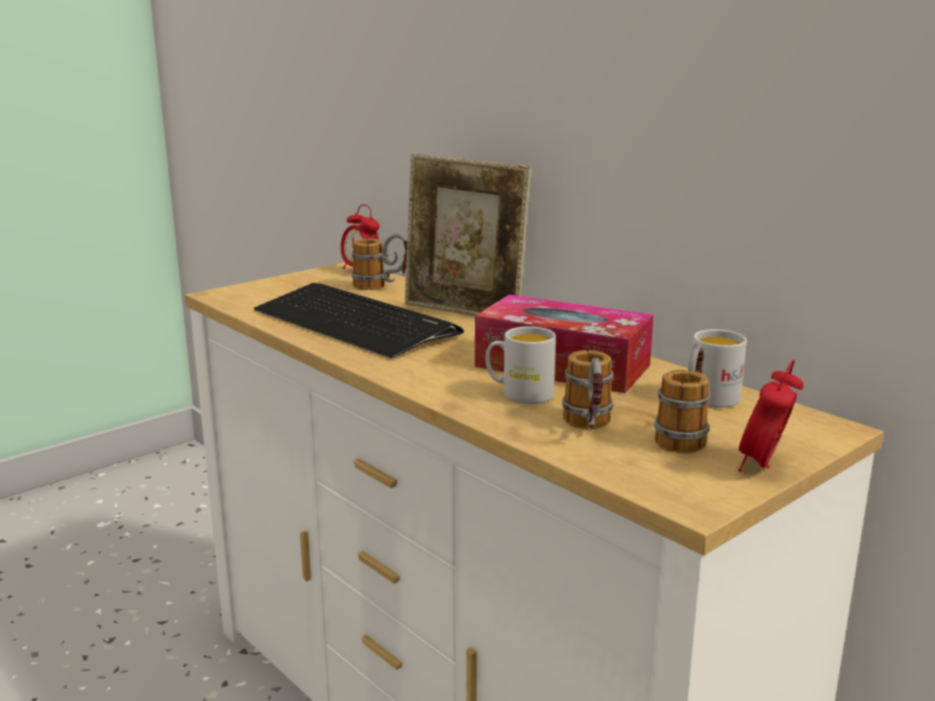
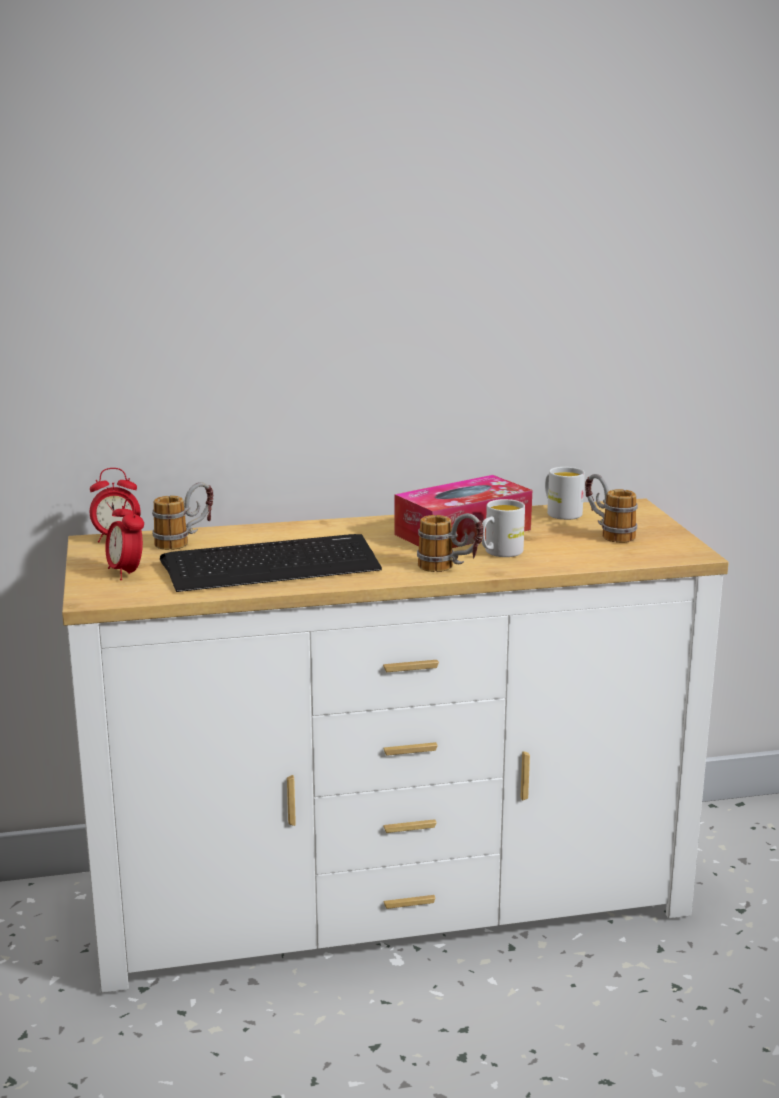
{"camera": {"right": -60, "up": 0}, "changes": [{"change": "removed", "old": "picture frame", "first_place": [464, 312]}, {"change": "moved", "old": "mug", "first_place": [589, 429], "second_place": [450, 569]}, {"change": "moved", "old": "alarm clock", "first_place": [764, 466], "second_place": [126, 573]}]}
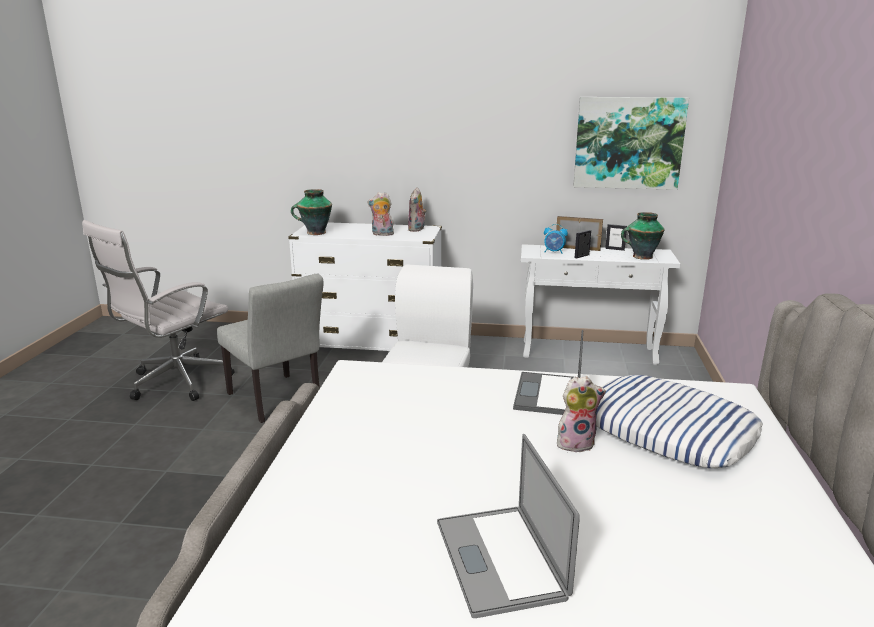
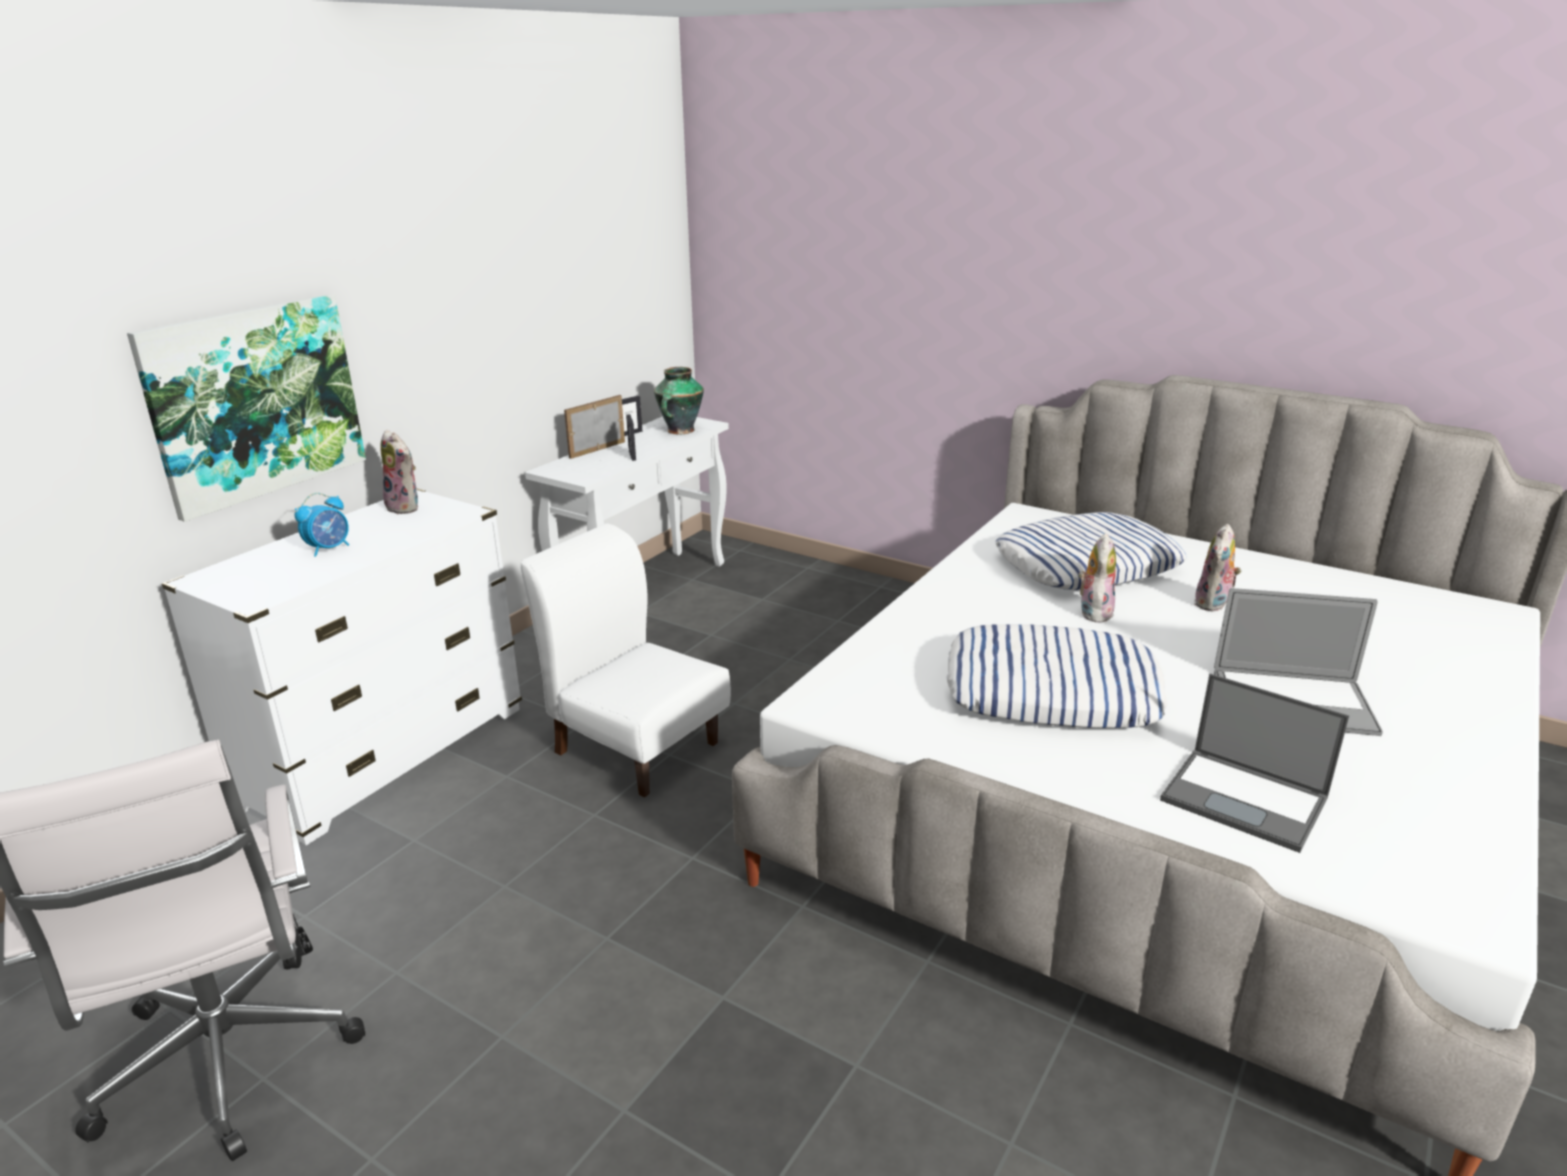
{"camera": {"right": -65, "up": 5}, "changes": [{"change": "removed", "old": "grey chair", "first_place": [277, 401]}, {"change": "removed", "old": "vase", "first_place": [315, 233]}, {"change": "moved", "old": "plush toy", "first_place": [382, 234], "second_place": [1213, 604]}, {"change": "moved", "old": "laptop", "first_place": [548, 395], "second_place": [1246, 799]}, {"change": "moved", "old": "alarm clock", "first_place": [554, 252], "second_place": [329, 549]}, {"change": "moved", "old": "picture", "first_place": [628, 143], "second_place": [255, 402]}, {"change": "added", "new": "pillow", "second_place": [1052, 691]}]}
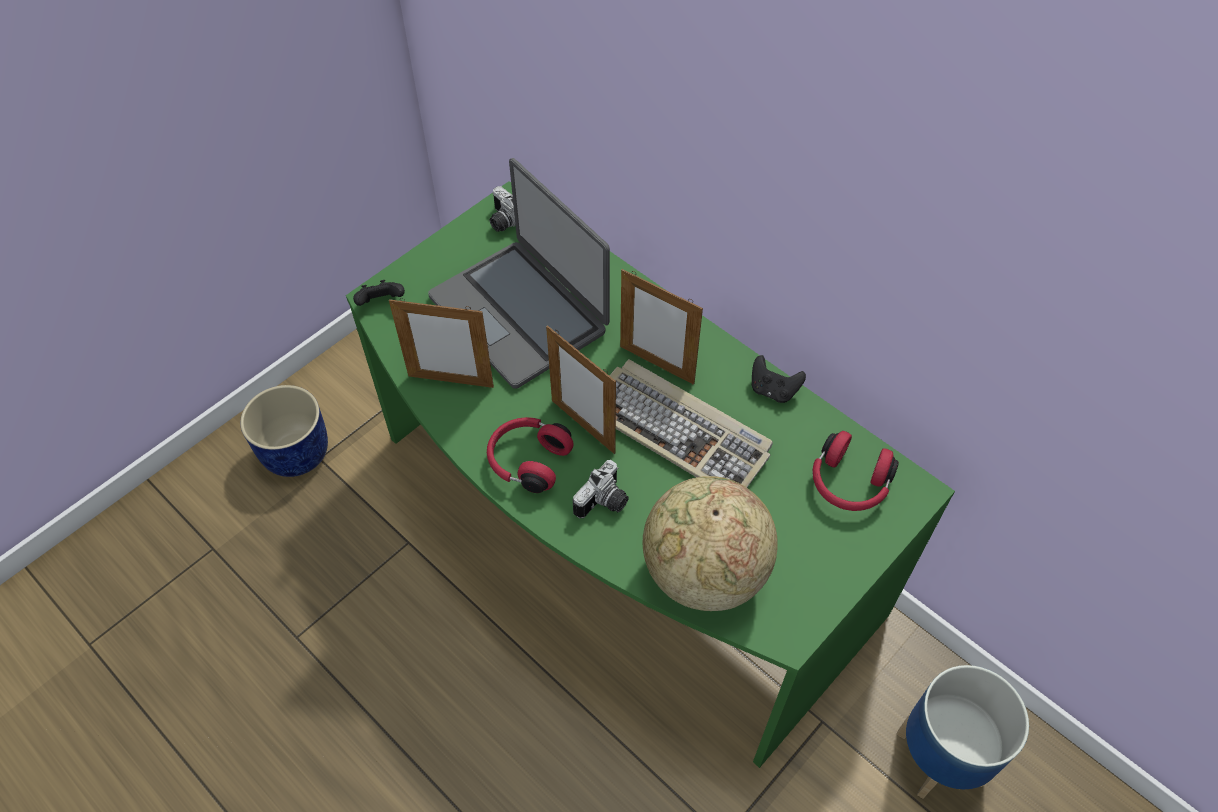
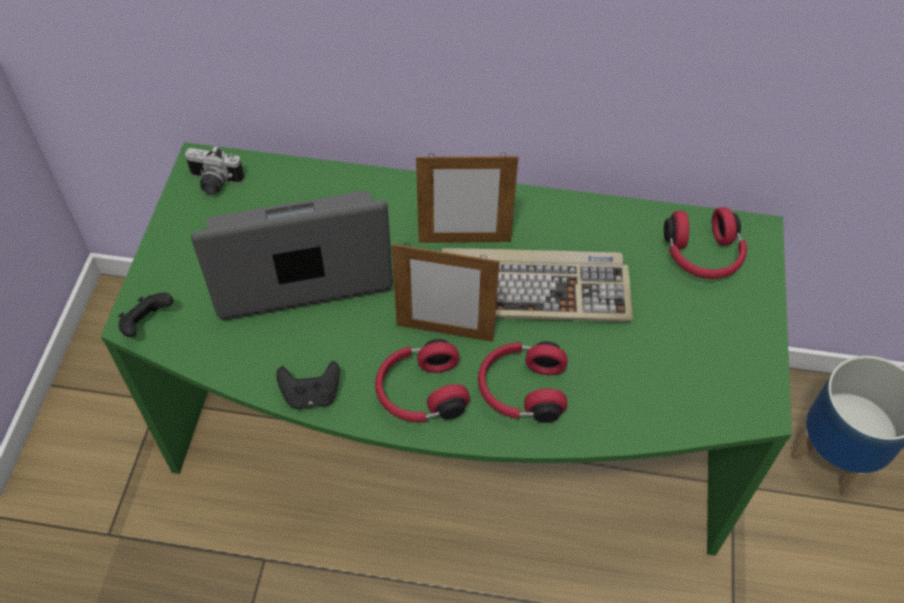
{"camera": {"right": -35, "up": 0}, "changes": [{"change": "removed", "old": "blue planter", "first_place": [297, 452]}, {"change": "removed", "old": "picture frame", "first_place": [451, 381]}, {"change": "turned", "old": "laptop", "first_place": [520, 313], "second_place": [299, 261], "degrees": 150}, {"change": "replaced", "old": "photo camera", "new": "red headphones", "first_place": [604, 503], "second_place": [521, 390]}, {"change": "removed", "old": "globe", "first_place": [703, 572]}, {"change": "moved", "old": "black game controller", "first_place": [773, 390], "second_place": [311, 395]}]}
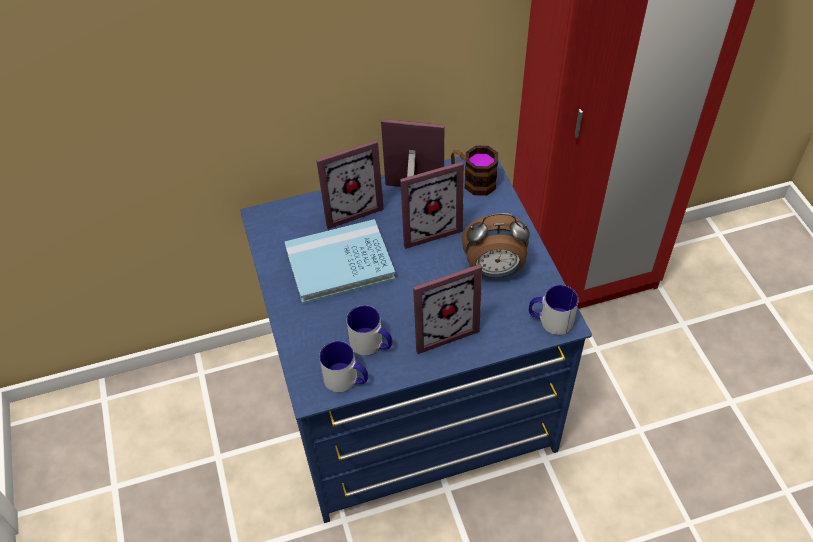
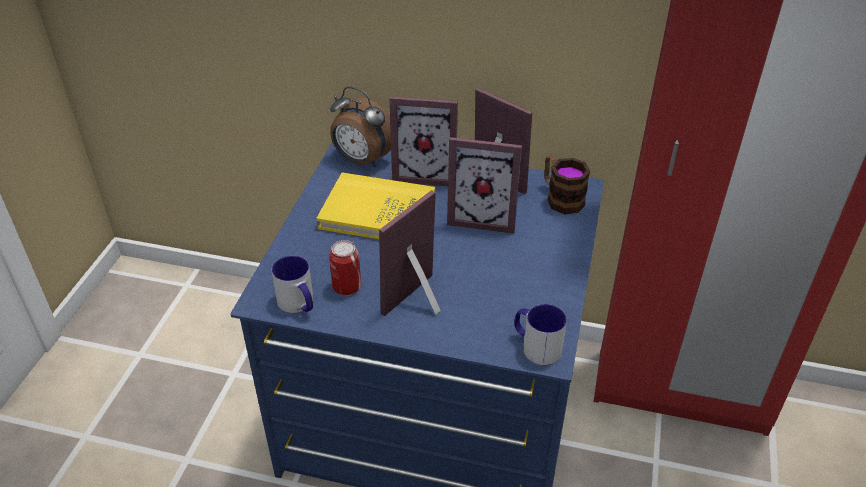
{"camera": {"right": 30, "up": -10}, "changes": [{"change": "recoloured", "old": "blue book", "new": "yellow book", "first_place": [339, 264], "second_place": [377, 212]}, {"change": "replaced", "old": "mug", "new": "can", "first_place": [371, 344], "second_place": [347, 287]}, {"change": "turned", "old": "picture frame", "first_place": [441, 328], "second_place": [421, 303], "degrees": 120}, {"change": "moved", "old": "alarm clock", "first_place": [494, 270], "second_place": [362, 161]}]}
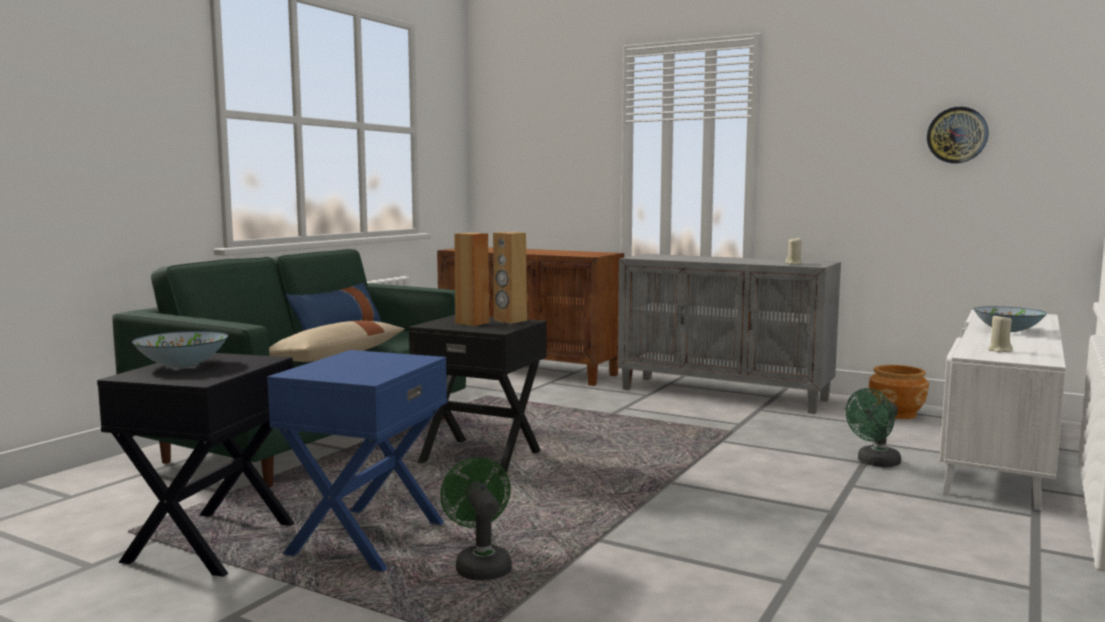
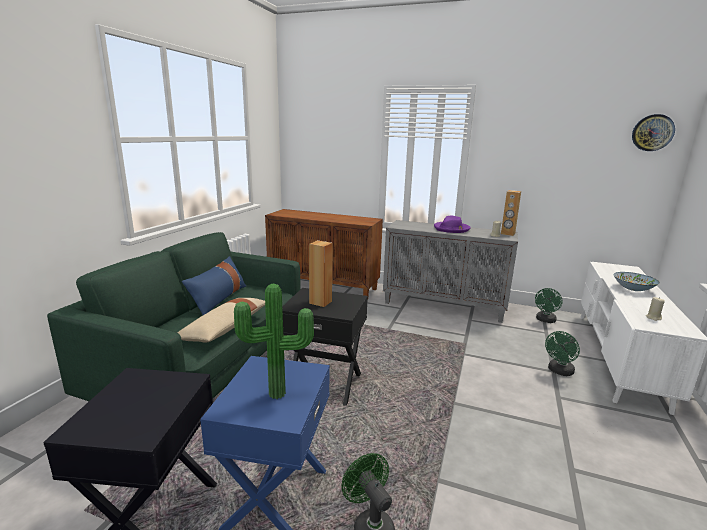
{"camera": {"right": -10, "up": 10}, "changes": [{"change": "removed", "old": "bowl", "first_place": [183, 365]}, {"change": "moved", "old": "brown speaker", "first_place": [510, 321], "second_place": [507, 234]}, {"change": "replaced", "old": "brown planter", "new": "green fan", "first_place": [897, 414], "second_place": [545, 320]}, {"change": "moved", "old": "wall clock", "first_place": [957, 135], "second_place": [652, 132]}, {"change": "added", "new": "potted plant", "second_place": [277, 396]}, {"change": "added", "new": "purple hat", "second_place": [451, 229]}]}
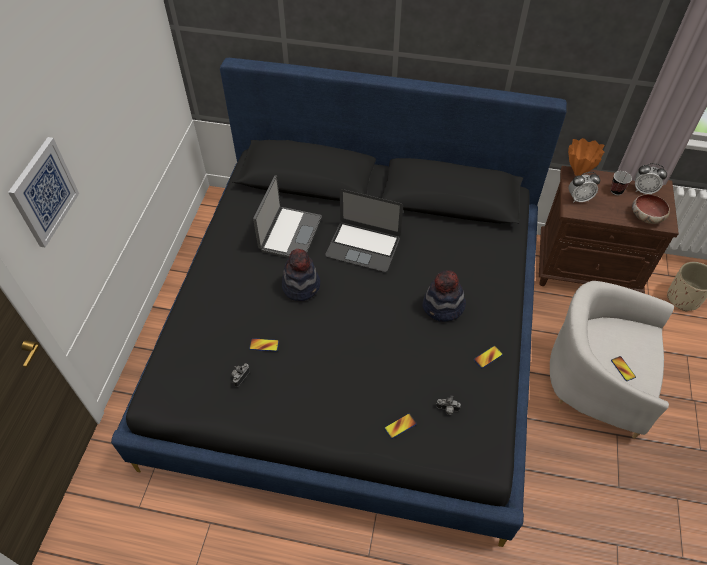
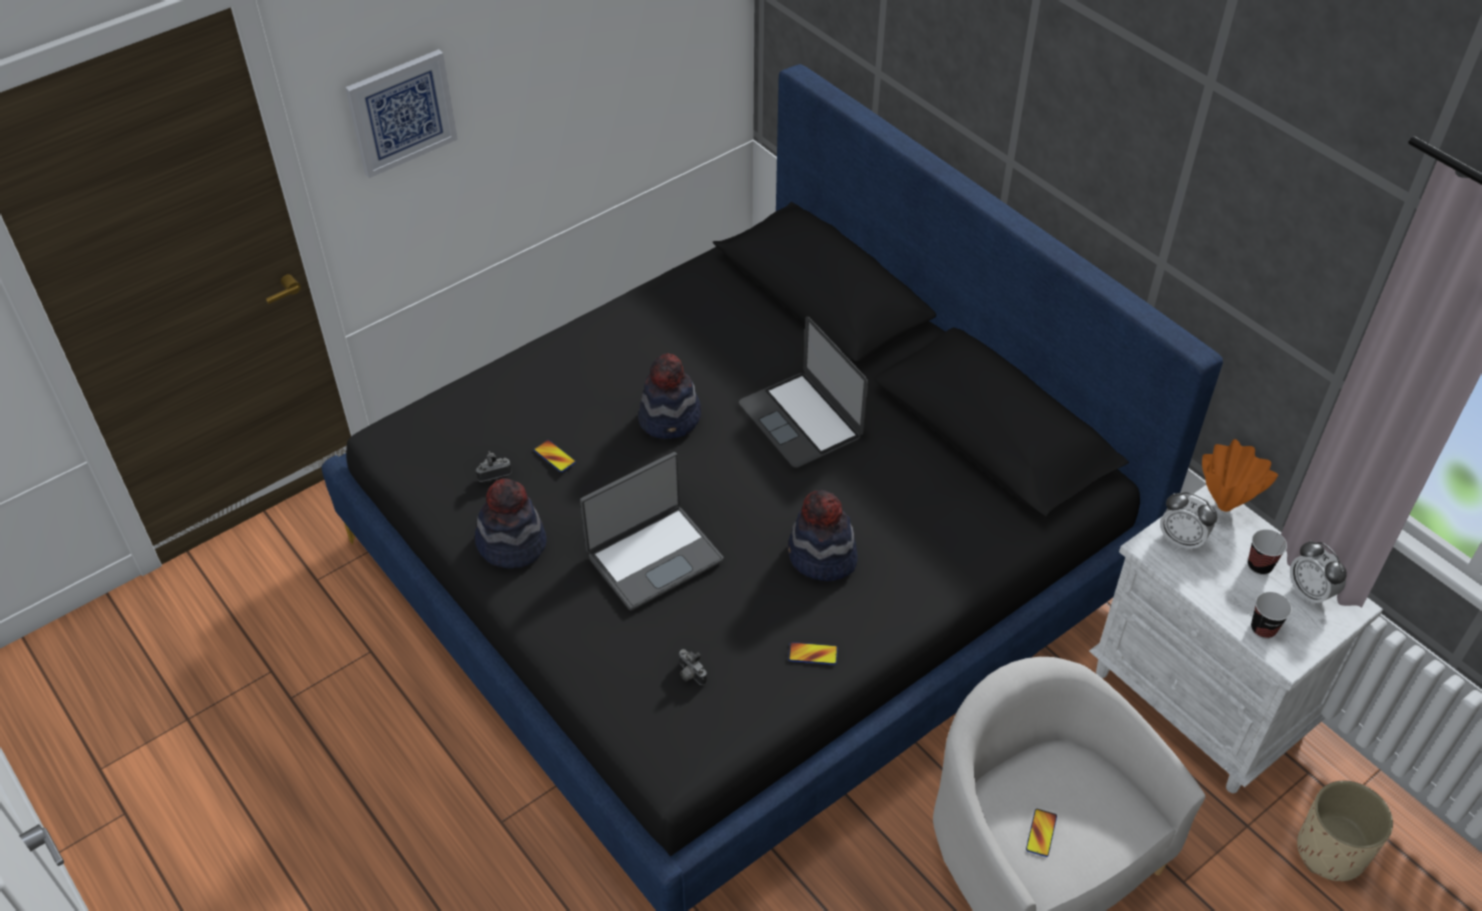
{"camera": {"right": 40, "up": -5}, "changes": [{"change": "moved", "old": "laptop", "first_place": [289, 234], "second_place": [654, 557]}, {"change": "removed", "old": "phone", "first_place": [400, 426]}, {"change": "recoloured", "old": "brown nightstand", "new": "white nightstand", "first_place": [586, 270], "second_place": [1202, 702]}, {"change": "replaced", "old": "bowl", "new": "cup", "first_place": [645, 217], "second_place": [1263, 629]}, {"change": "added", "new": "hat", "second_place": [512, 544]}]}
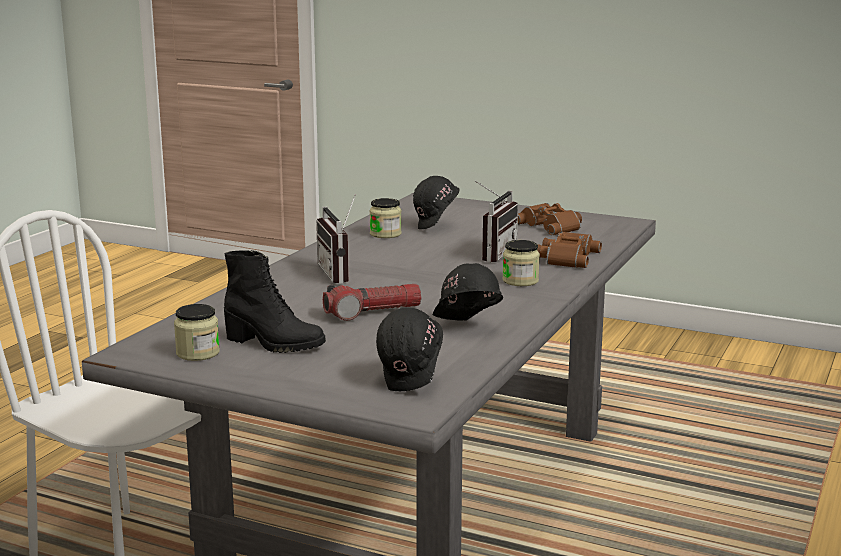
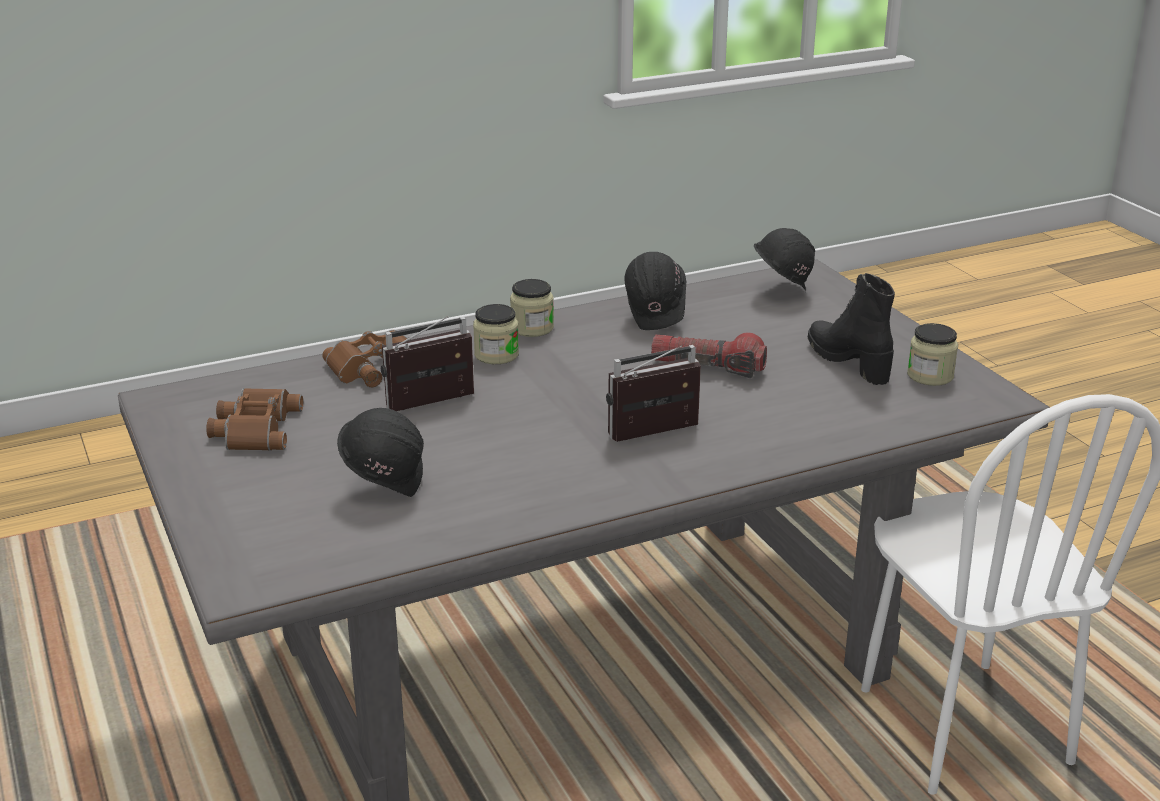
{"camera": {"right": -140, "up": 10}, "changes": [{"change": "turned", "old": "radio", "first_place": [341, 274], "second_place": [656, 436], "degrees": -135}, {"change": "moved", "old": "jar", "first_place": [385, 234], "second_place": [532, 328]}]}
